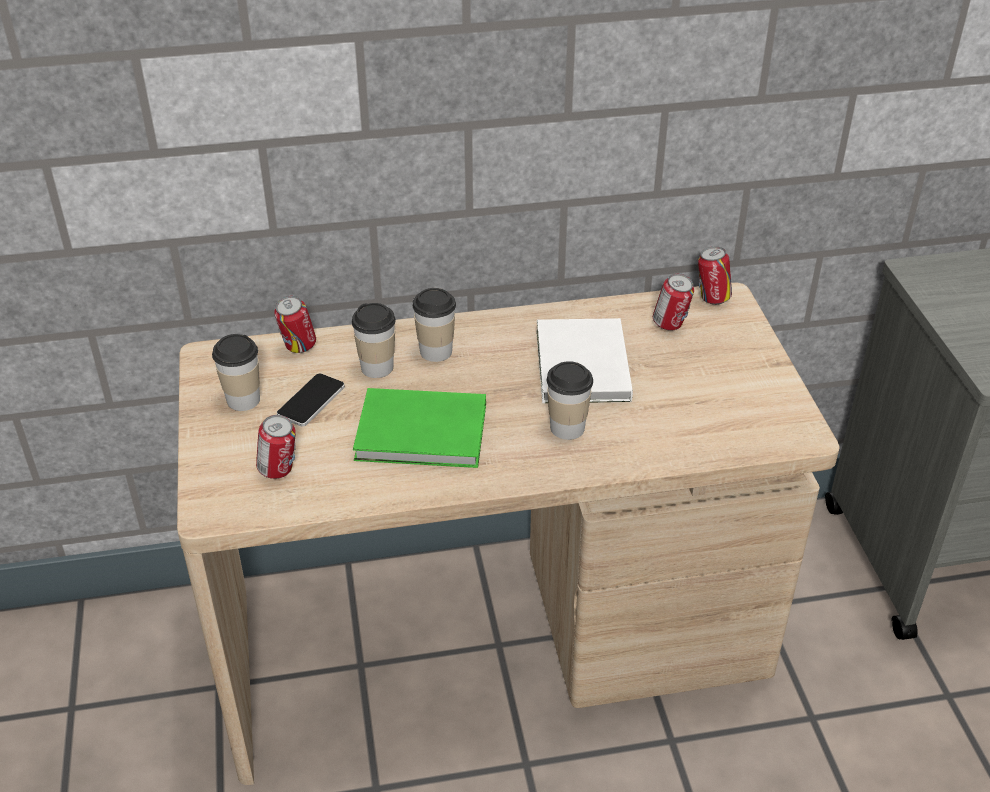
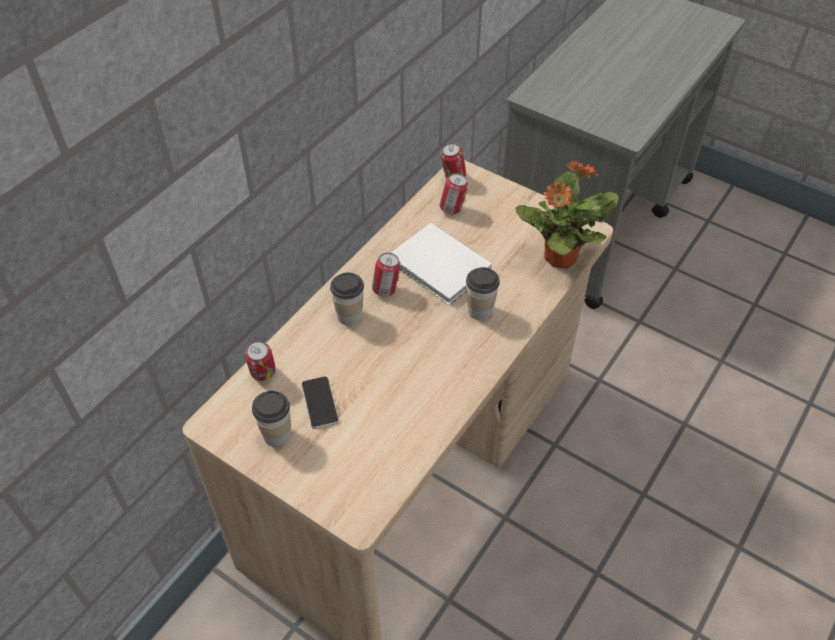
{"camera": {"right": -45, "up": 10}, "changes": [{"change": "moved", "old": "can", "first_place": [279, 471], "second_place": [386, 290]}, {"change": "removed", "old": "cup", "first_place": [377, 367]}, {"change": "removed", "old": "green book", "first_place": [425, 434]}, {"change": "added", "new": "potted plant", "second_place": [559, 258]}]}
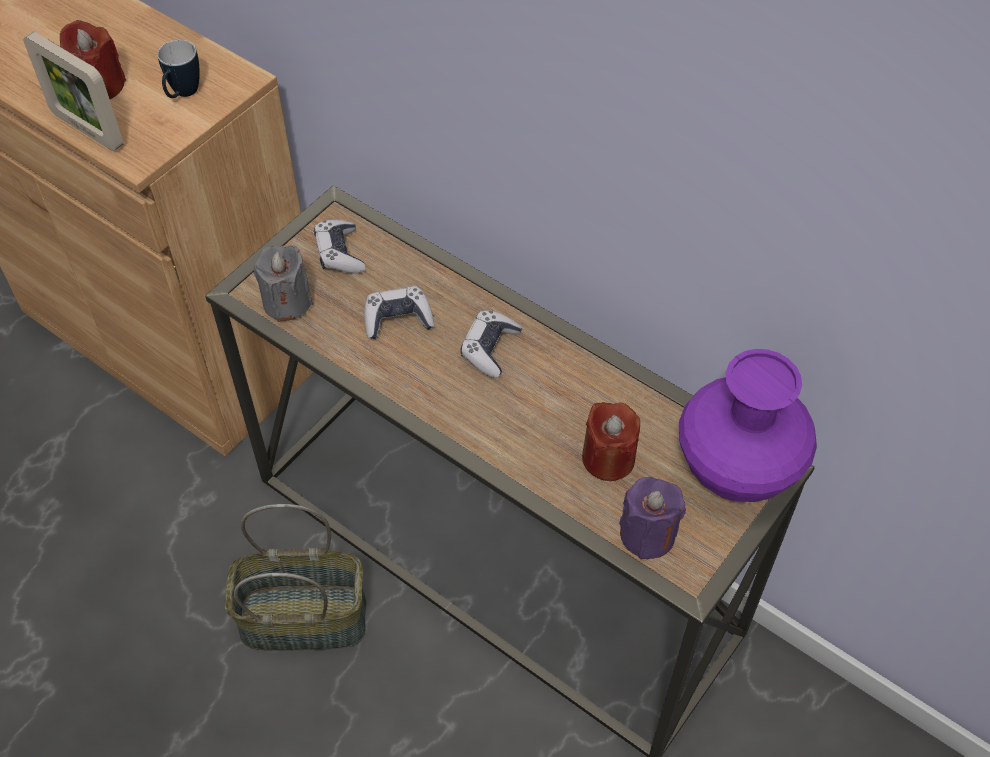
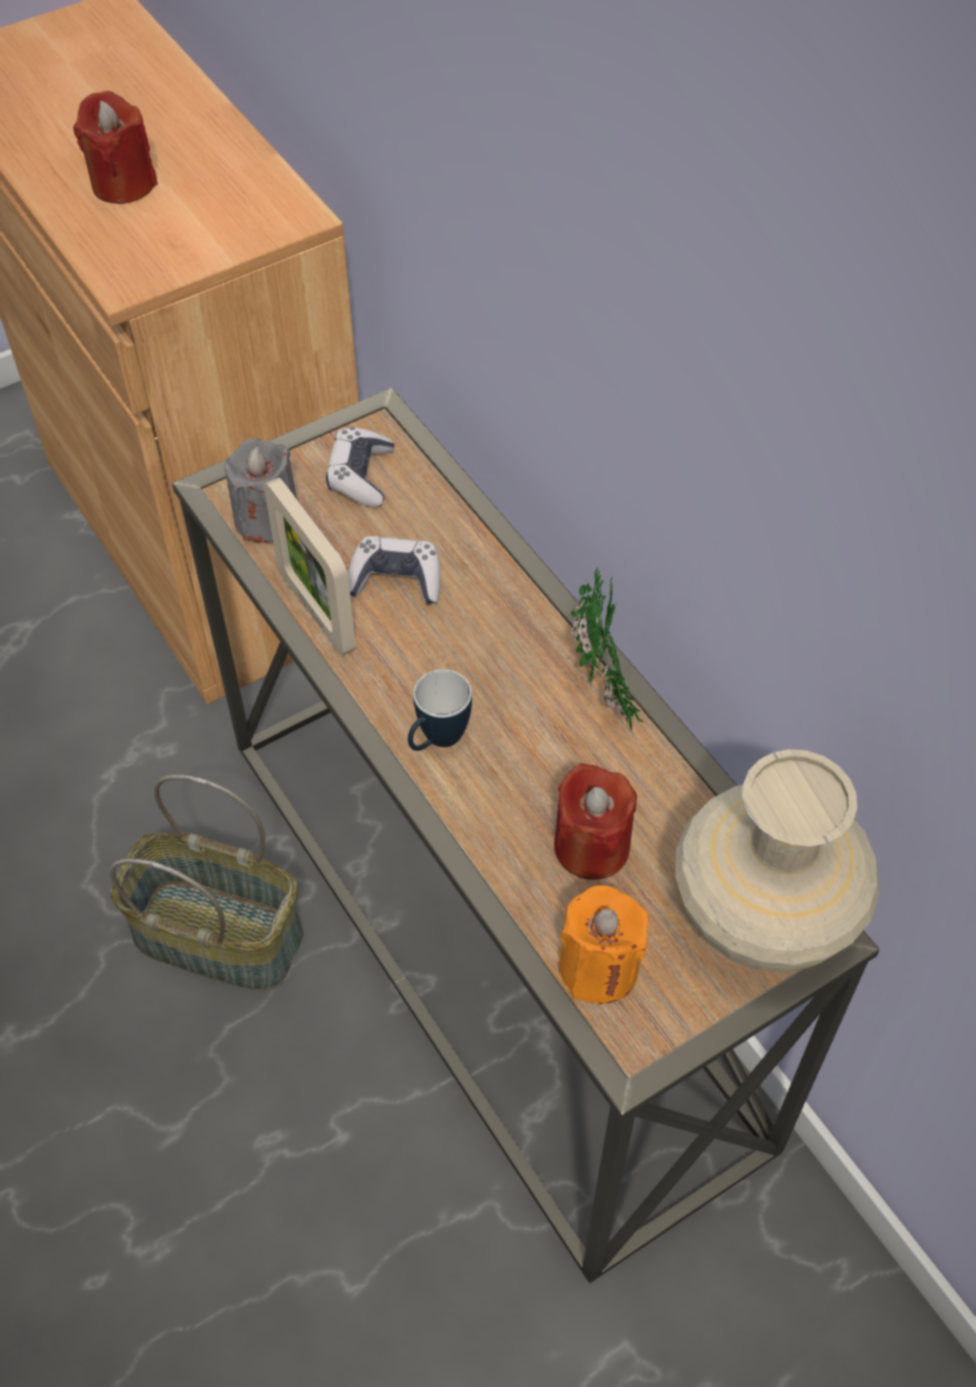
{"camera": {"right": 20, "up": 0}, "changes": [{"change": "moved", "old": "picture frame", "first_place": [87, 130], "second_place": [316, 611]}, {"change": "moved", "old": "mug", "first_place": [183, 95], "second_place": [436, 741]}, {"change": "removed", "old": "game controller", "first_place": [490, 349]}, {"change": "recoloured", "old": "purple candle", "new": "orange candle", "first_place": [647, 534], "second_place": [599, 967]}, {"change": "recoloured", "old": "purple vase", "new": "beige vase", "first_place": [736, 473], "second_place": [760, 923]}, {"change": "added", "new": "potted plant", "second_place": [603, 693]}]}
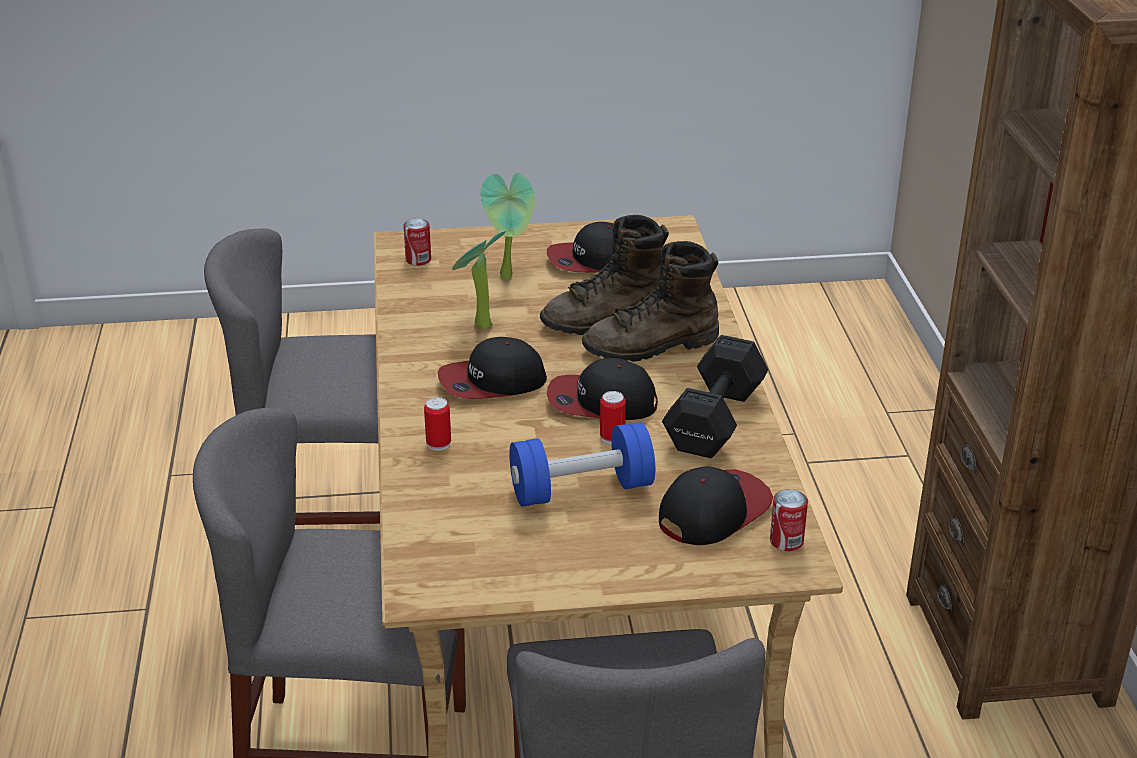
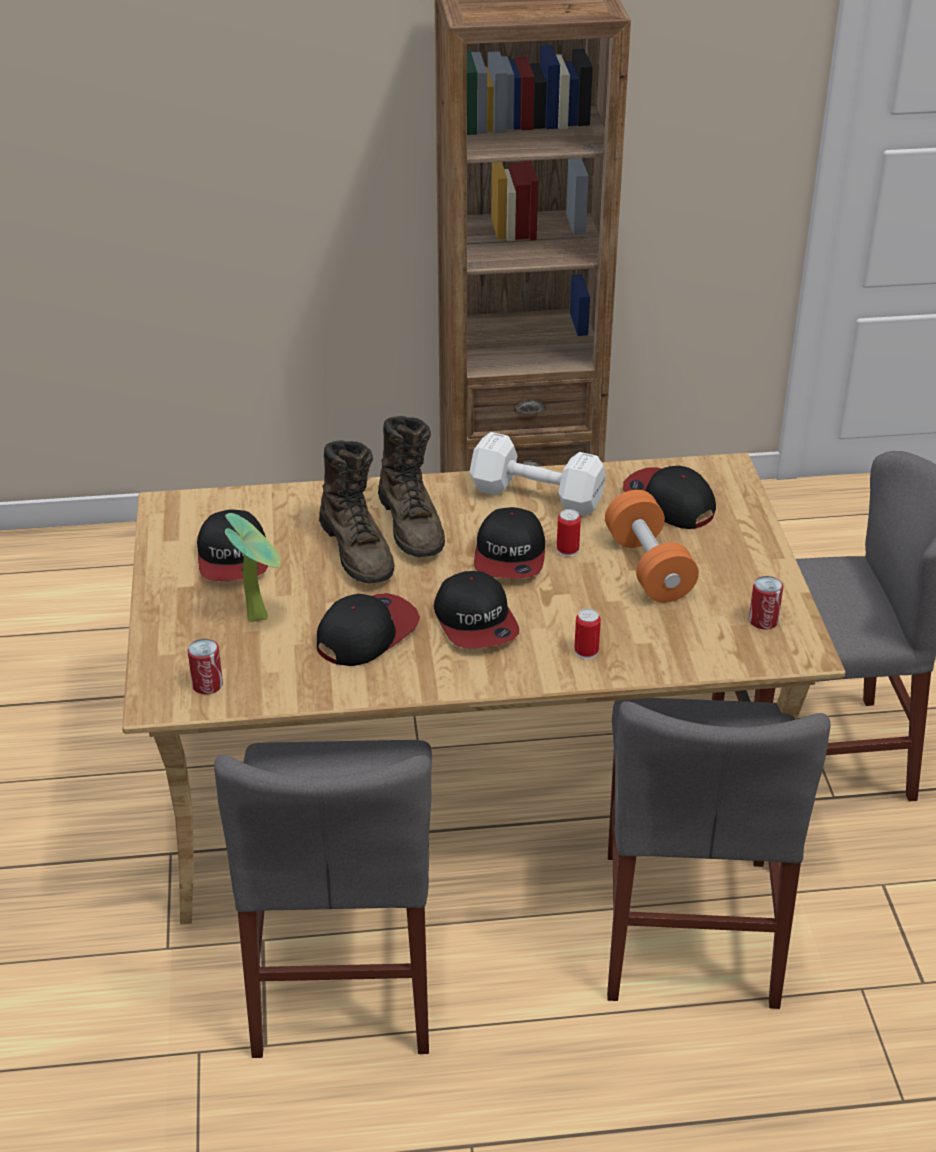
{"camera": {"right": -90, "up": 5}, "changes": [{"change": "replaced", "old": "potted plant", "new": "cap", "first_place": [479, 326], "second_place": [367, 633]}, {"change": "recoloured", "old": "blue dumbbell", "new": "orange dumbbell", "first_place": [581, 490], "second_place": [648, 567]}, {"change": "recoloured", "old": "black dumbbell", "new": "white dumbbell", "first_place": [717, 418], "second_place": [534, 494]}, {"change": "moved", "old": "can", "first_place": [786, 541], "second_place": [763, 621]}]}
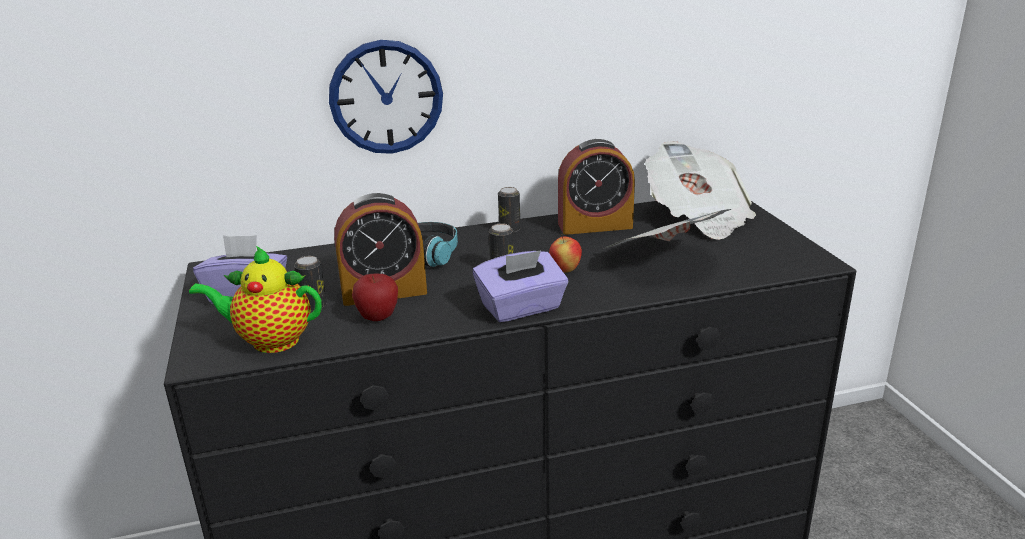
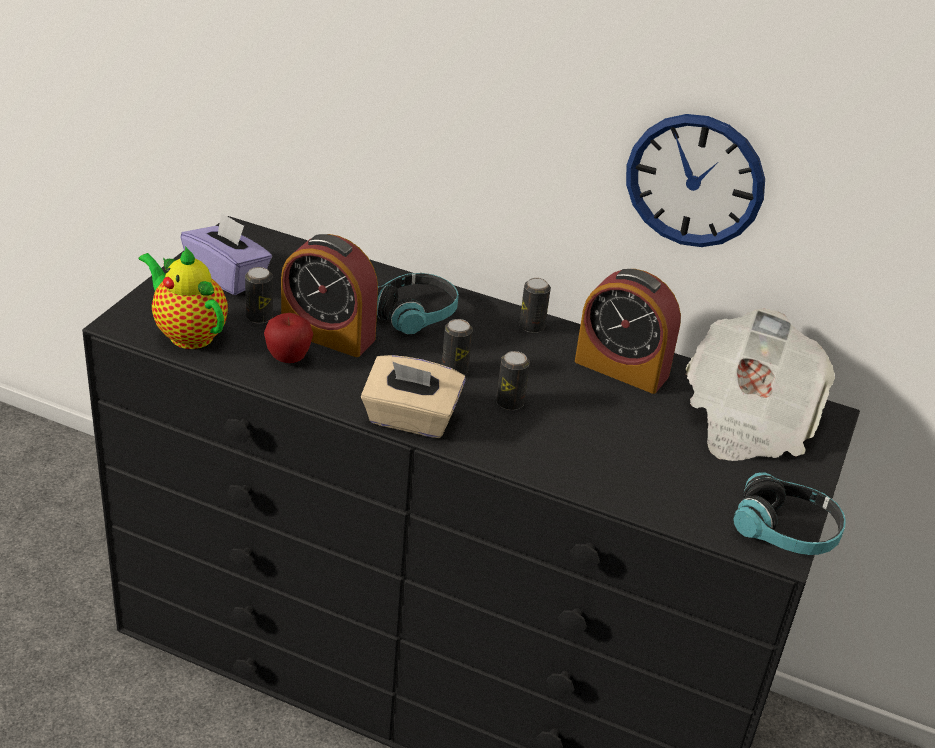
{"camera": {"right": 35, "up": 10}, "changes": [{"change": "moved", "old": "wall clock", "first_place": [386, 97], "second_place": [694, 181]}, {"change": "recoloured", "old": "purple tissue box", "new": "beige tissue box", "first_place": [521, 308], "second_place": [410, 419]}, {"change": "replaced", "old": "apple", "new": "can", "first_place": [565, 270], "second_place": [509, 403]}, {"change": "removed", "old": "newspaper", "first_place": [661, 260]}, {"change": "added", "new": "headphones", "second_place": [786, 531]}]}
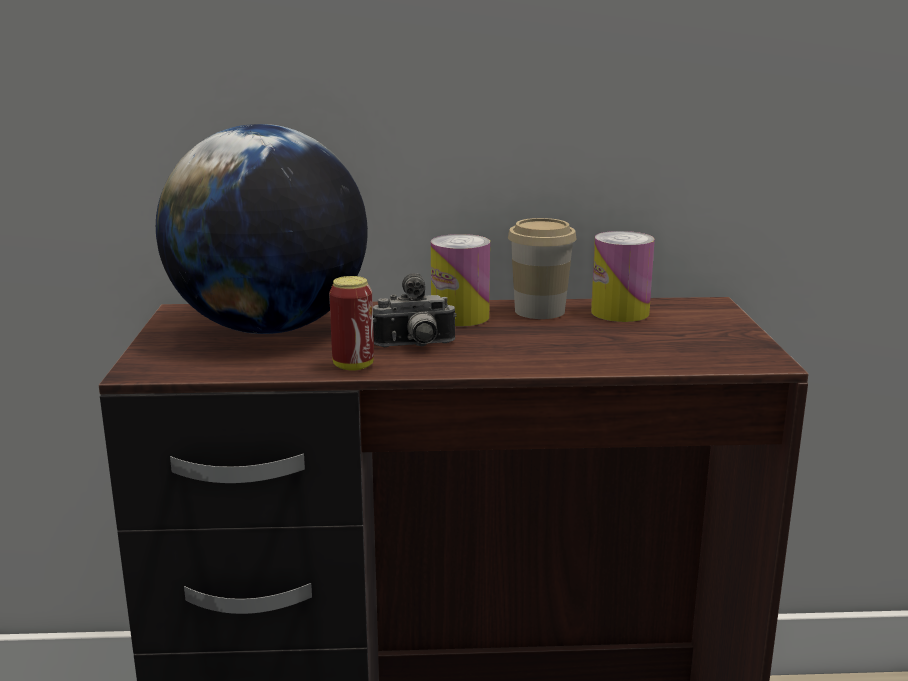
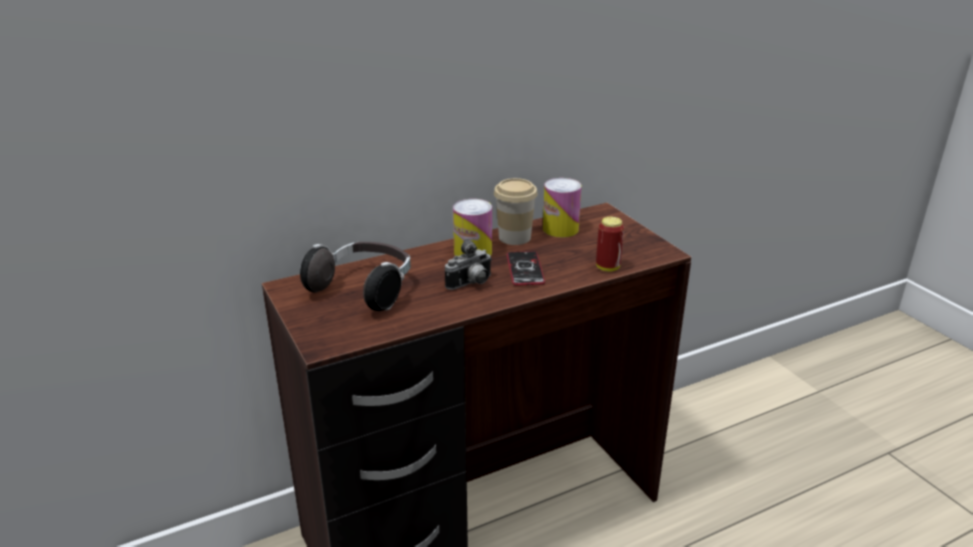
{"camera": {"right": -25, "up": 10}, "changes": [{"change": "replaced", "old": "globe", "new": "headphones", "first_place": [270, 328], "second_place": [365, 289]}, {"change": "moved", "old": "can", "first_place": [353, 366], "second_place": [607, 267]}, {"change": "added", "new": "phone", "second_place": [525, 269]}]}
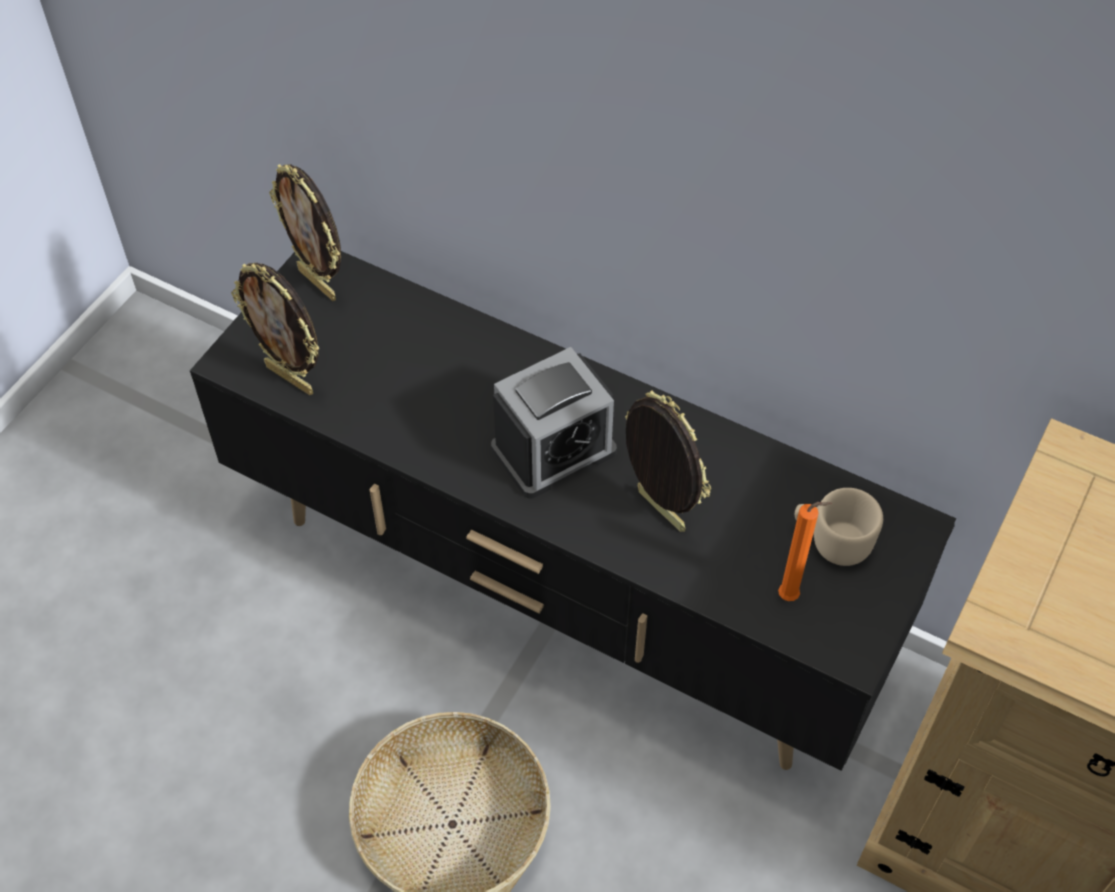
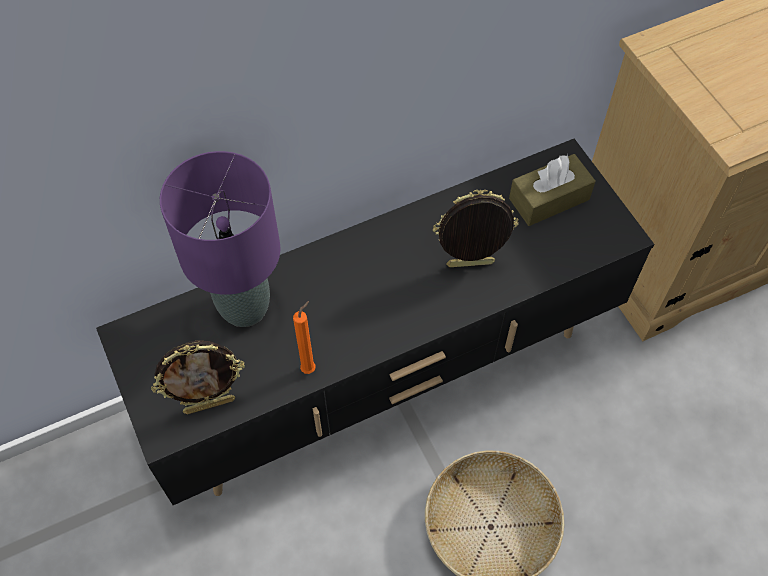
{"camera": {"right": -55, "up": 5}, "changes": [{"change": "removed", "old": "picture frame", "first_place": [319, 283]}, {"change": "removed", "old": "alarm clock", "first_place": [553, 450]}, {"change": "moved", "old": "orange candle", "first_place": [791, 597], "second_place": [310, 368]}, {"change": "replaced", "old": "beige mug", "new": "brown tissue box", "first_place": [832, 541], "second_place": [549, 199]}, {"change": "added", "new": "purple table lamp", "second_place": [245, 308]}]}
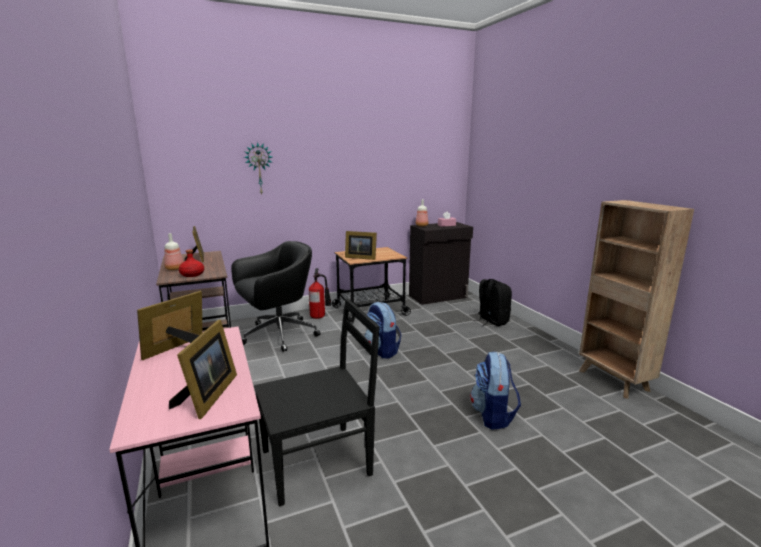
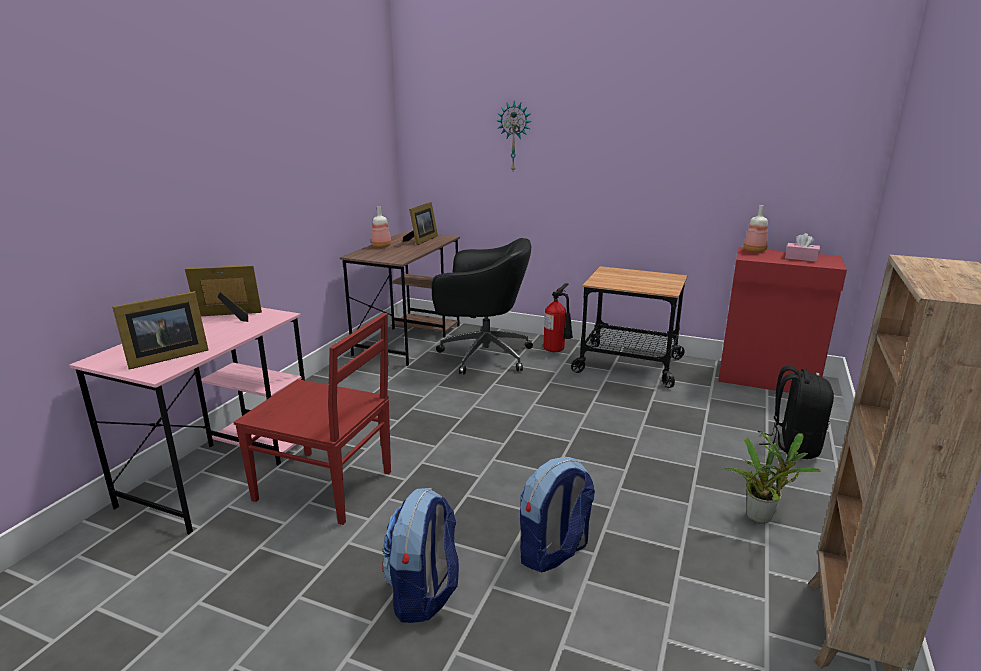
{"camera": {"right": 45, "up": 5}, "changes": [{"change": "removed", "old": "red bottle", "first_place": [192, 274]}, {"change": "recoloured", "old": "black chair", "new": "red chair", "first_place": [319, 462], "second_place": [326, 487]}, {"change": "removed", "old": "picture frame", "first_place": [360, 257]}, {"change": "moved", "old": "backpack", "first_place": [382, 351], "second_place": [423, 594]}, {"change": "recoloured", "old": "black cabinet", "new": "red cabinet", "first_place": [438, 296], "second_place": [767, 380]}, {"change": "added", "new": "potted plant", "second_place": [762, 517]}]}
